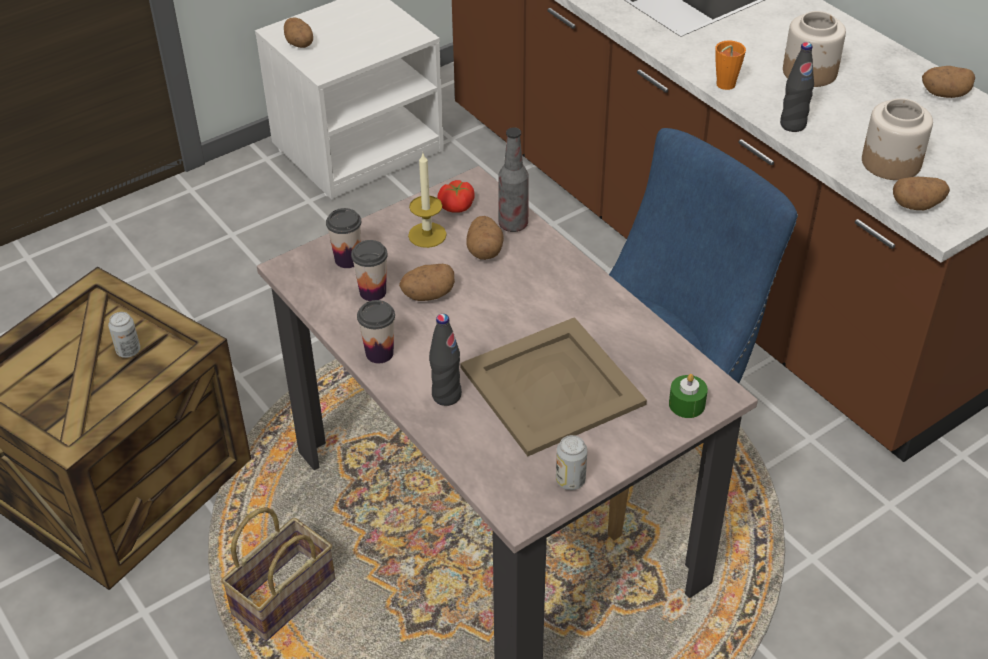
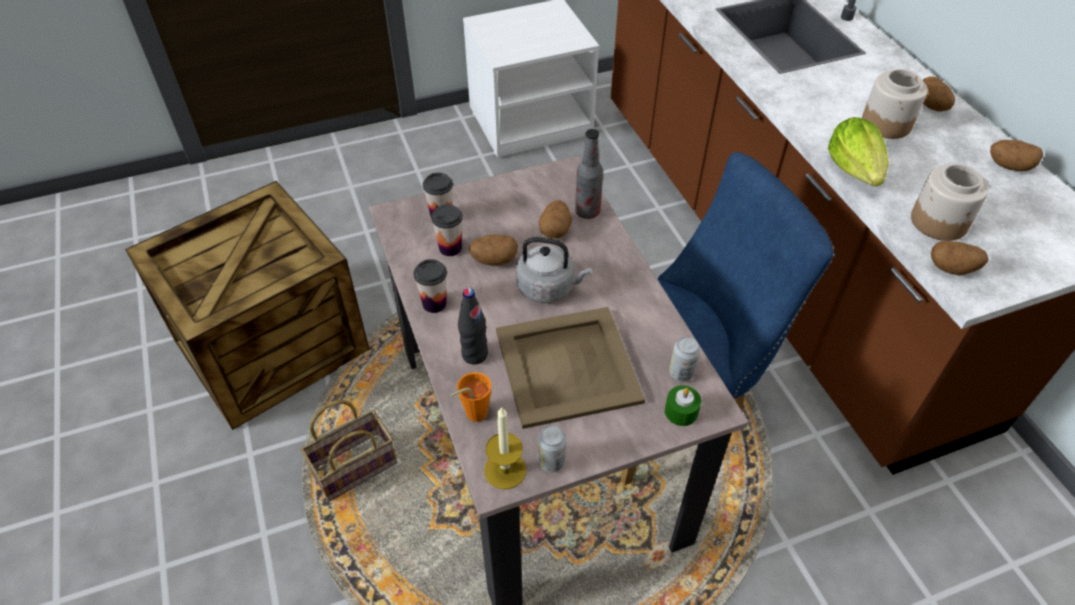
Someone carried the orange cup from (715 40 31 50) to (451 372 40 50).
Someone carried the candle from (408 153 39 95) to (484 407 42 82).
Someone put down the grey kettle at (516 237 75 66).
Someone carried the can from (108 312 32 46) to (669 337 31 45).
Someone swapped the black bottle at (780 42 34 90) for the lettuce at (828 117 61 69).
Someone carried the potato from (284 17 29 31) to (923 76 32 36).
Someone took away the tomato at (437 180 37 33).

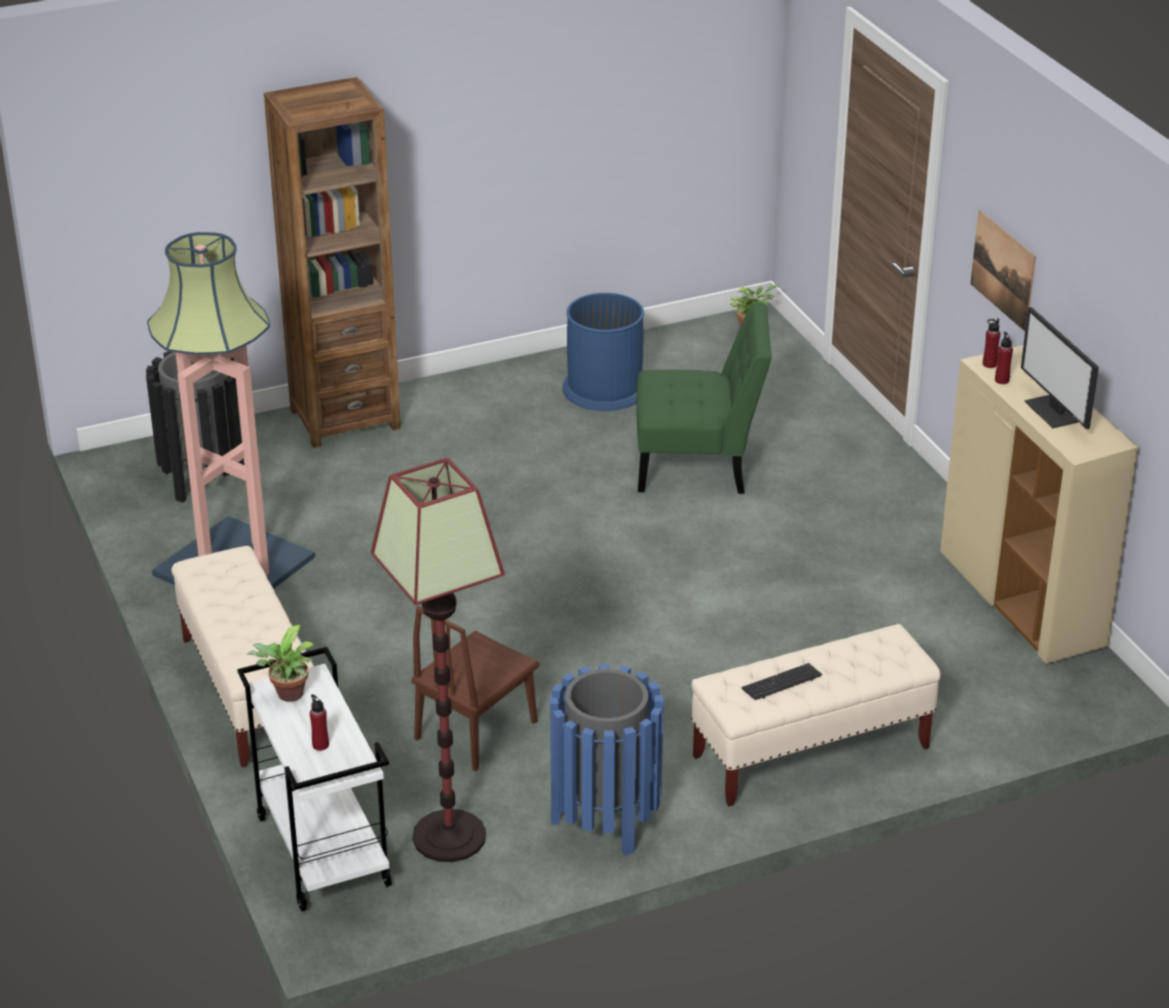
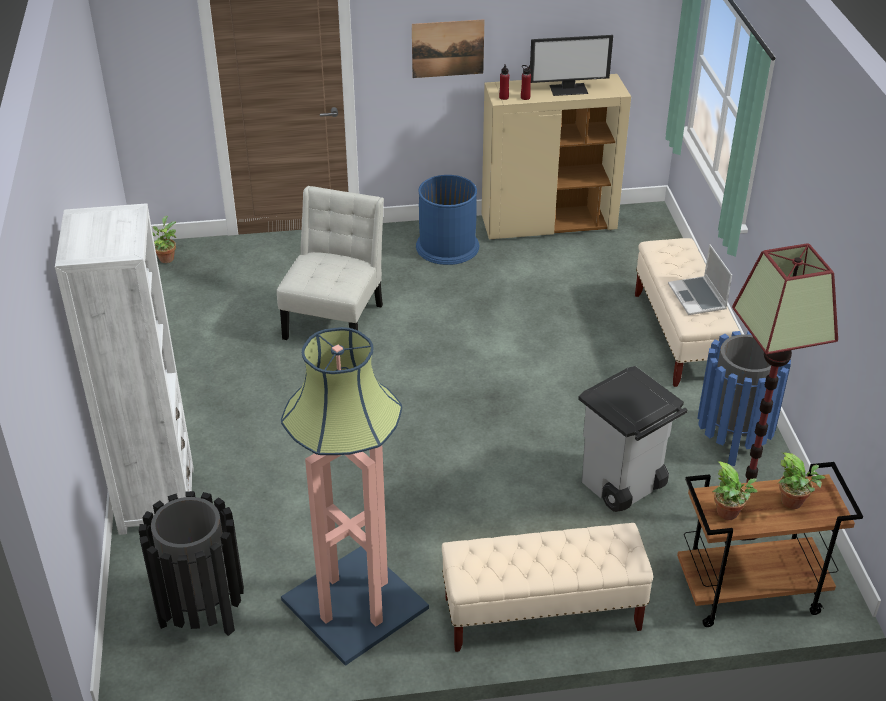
Someone repainted the brown bookcase at (264 77 137 371), which became the white bookcase at (55 203 138 332).
Someone repainted the green chair at (637 303 135 191), which became the white chair at (277 186 107 154).
Someone carried the blue trash can from (562 293 82 118) to (416 175 63 90).
Someone swapped the brown chair at (411 606 128 166) for the grey trash can at (578 366 110 146).
Someone swapped the keyboard at (741 663 81 37) for the laptop at (668 244 64 71).
Someone repainted the white cart at (237 647 155 264), which became the brown cart at (677 462 186 165).
Someone swapped the red bottle at (310 694 19 57) for the potted plant at (778 452 47 57).

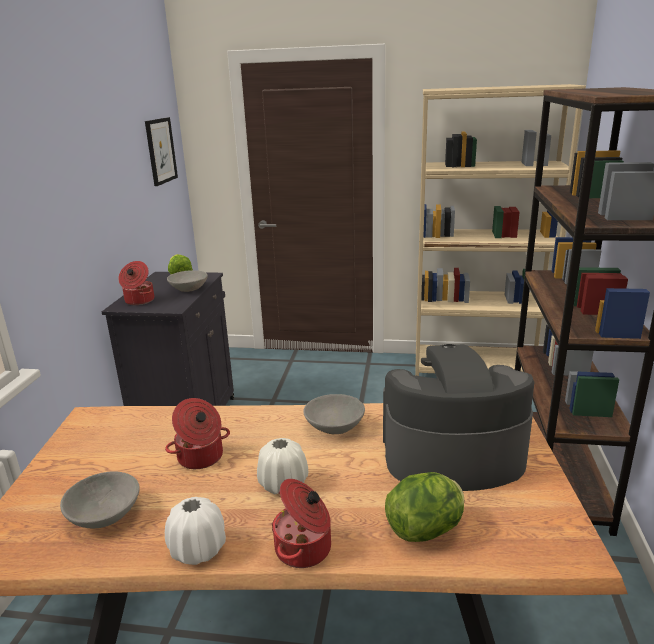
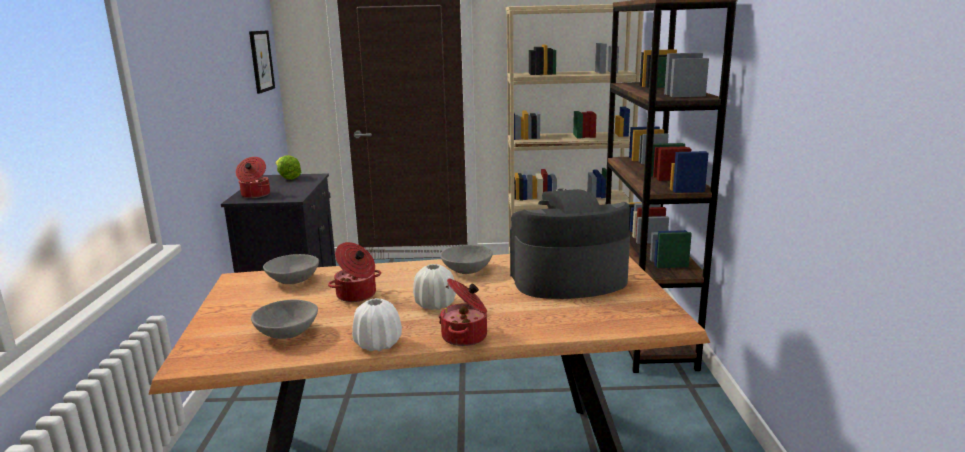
Someone carried the grey bowl from (167 270 41 22) to (263 254 56 30).
Someone took away the lettuce at (385 472 79 70).

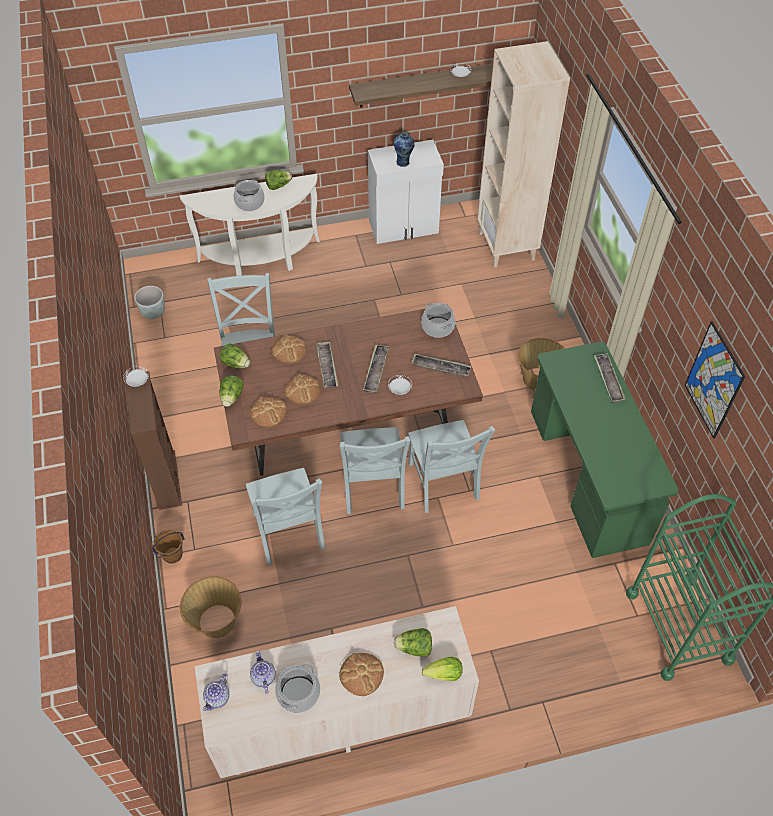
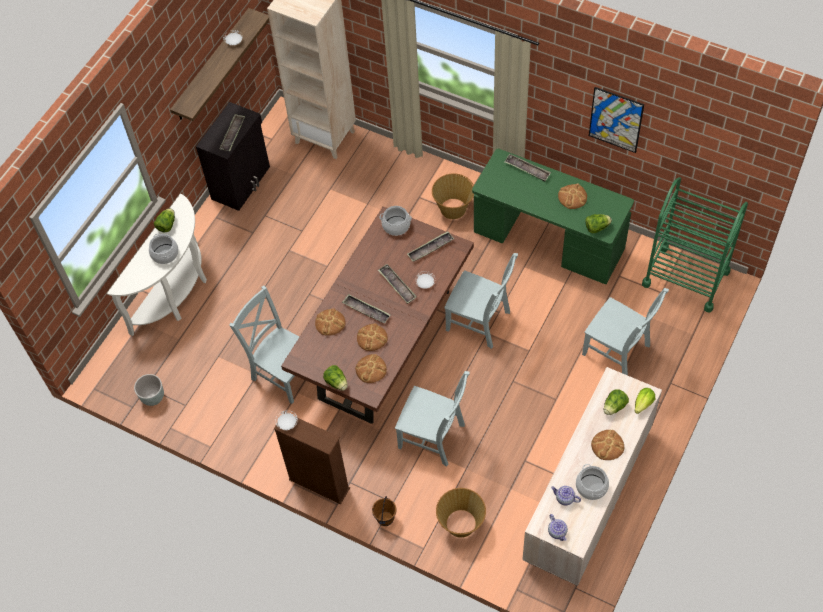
Someone repainted the white cabinet at (368 140 76 104), which became the black cabinet at (196 102 74 109).
Someone swapped the vase at (394 132 21 35) for the tray at (220 114 25 38).
Someone put down the bread at (558 183 29 26).
Someone carried the grey chair from (340 427 70 87) to (582 288 87 87).
Someone carried the lettuce from (220 343 30 25) to (585 214 27 19).

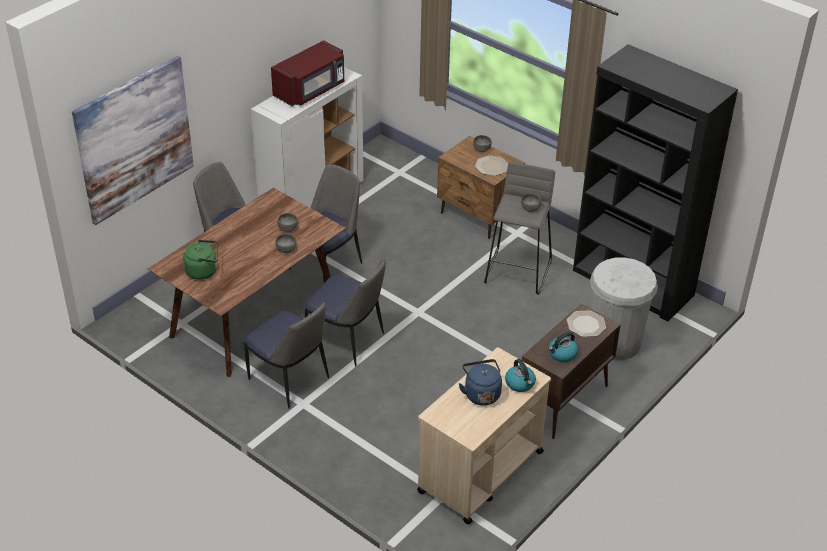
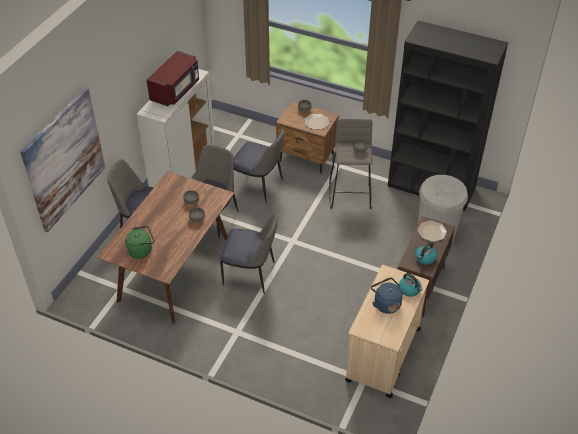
Someone carried the chair from (243 302 86 107) to (233 129 51 74).

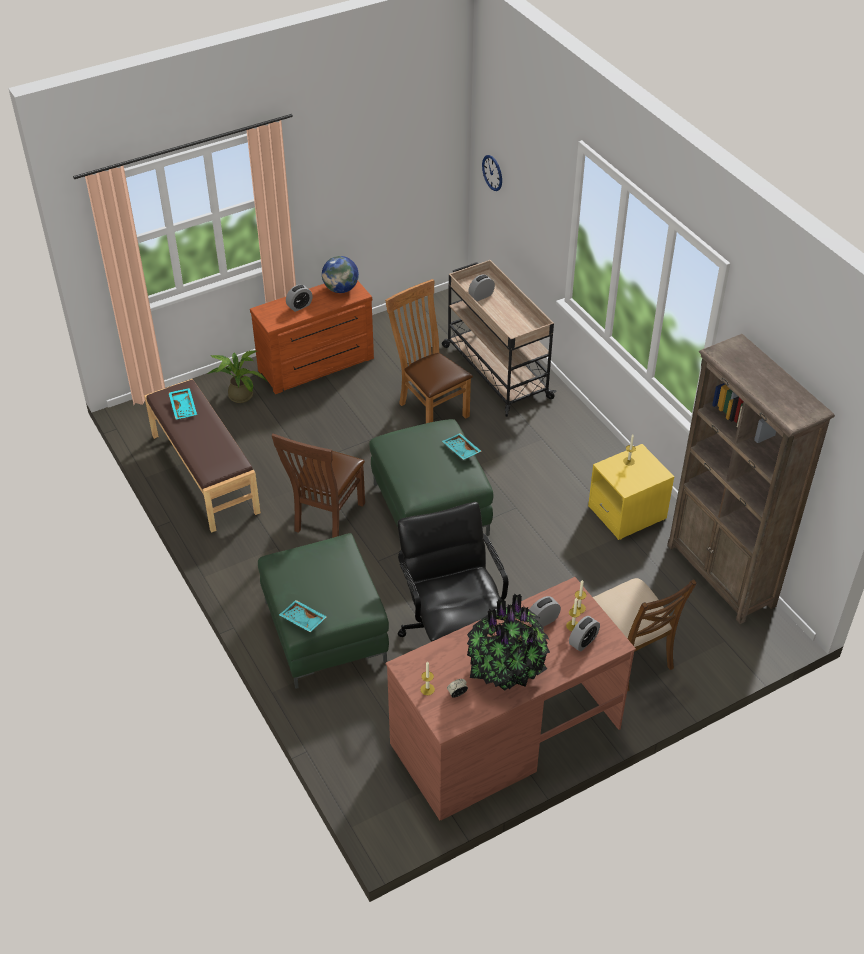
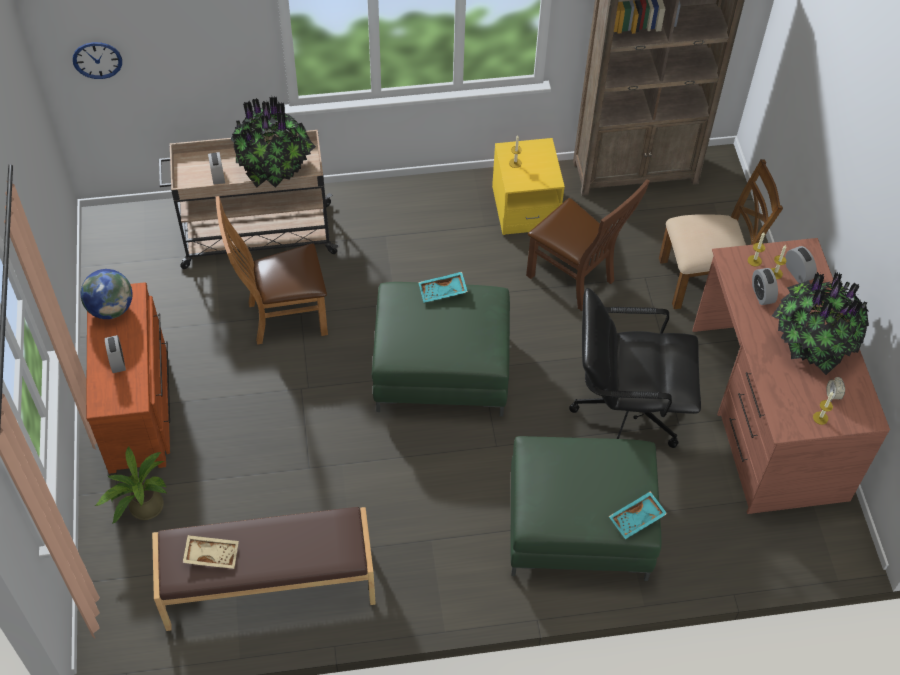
Someone repainted the turquoise tray at (169 388 28 31), which became the beige tray at (183 535 56 34).
Someone put down the potted plant at (231 96 85 92).
Someone carried the brown chair from (272 433 93 105) to (526 179 124 132).

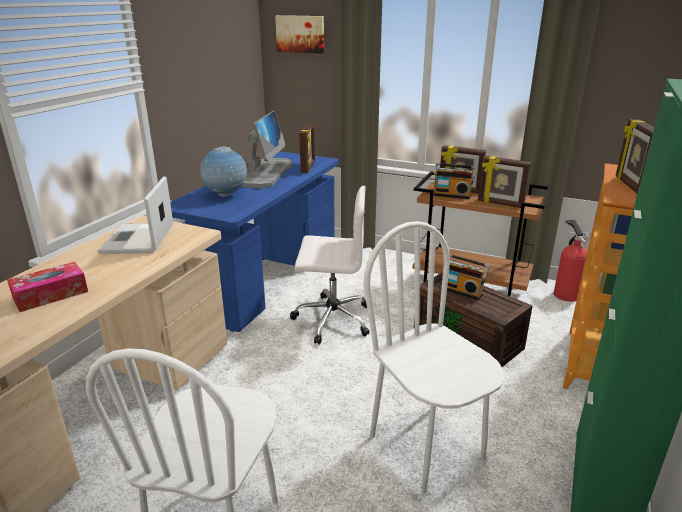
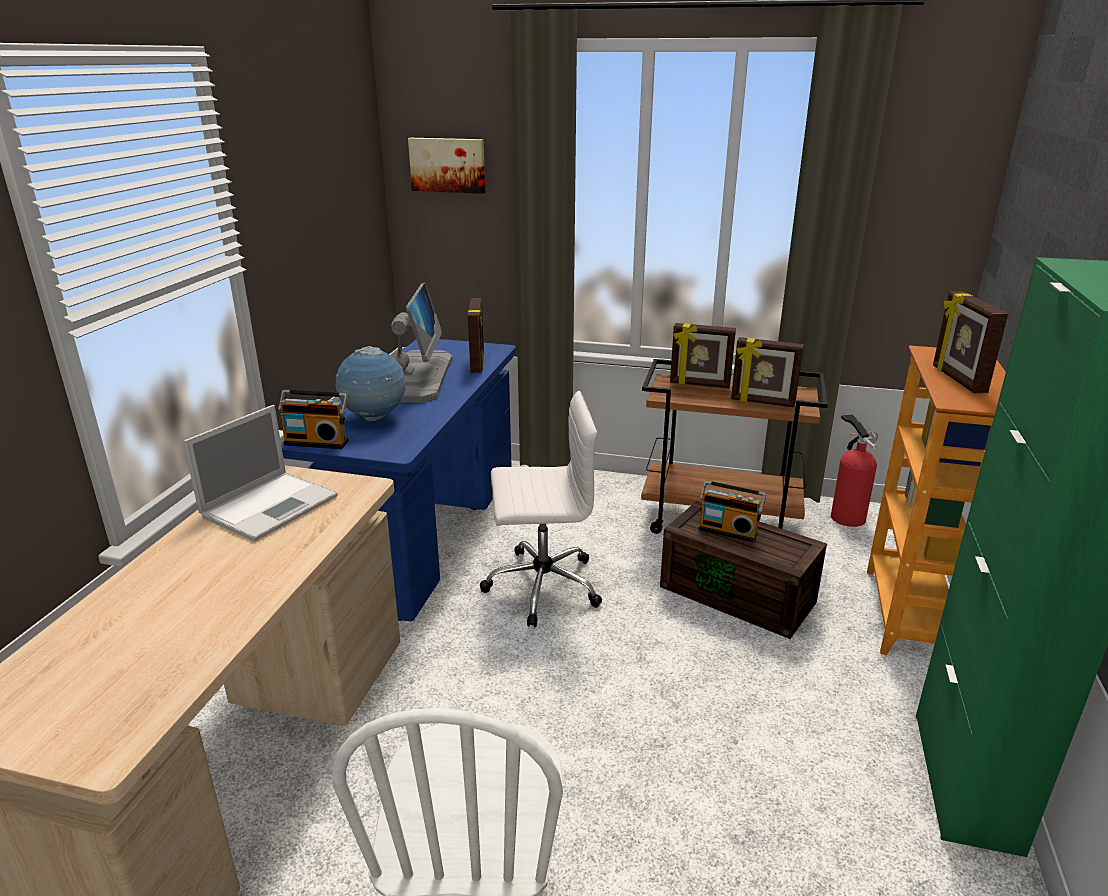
Someone rotated the laptop at (98 176 75 78) by 135 degrees counterclockwise.
Someone carried the radio from (434 163 42 36) to (278 390 70 59).
Someone took away the tissue box at (7 262 81 50).
Someone took away the white chair at (363 221 142 272).

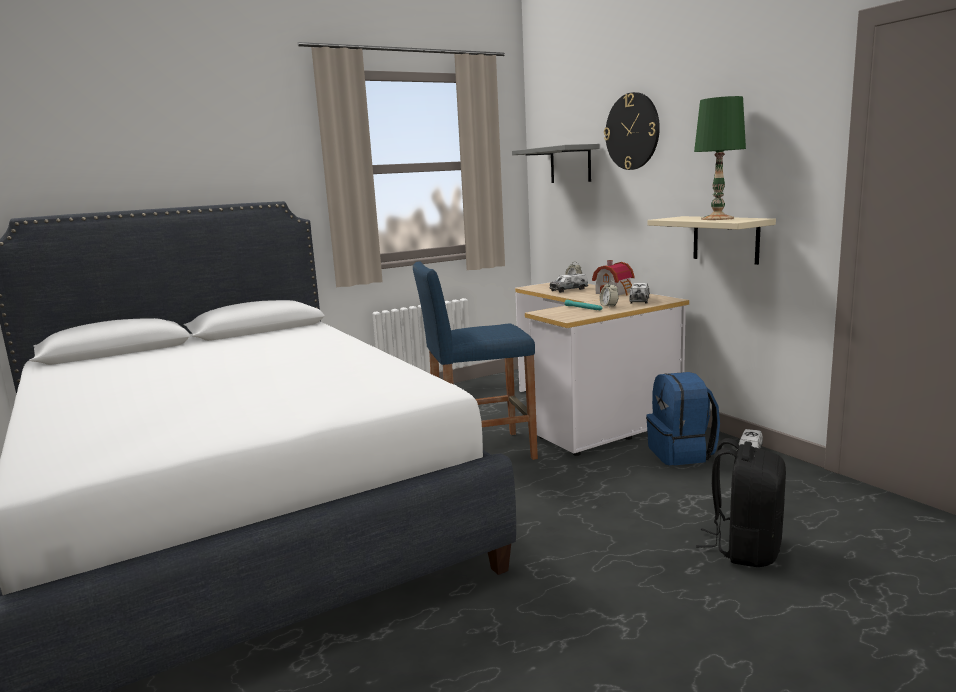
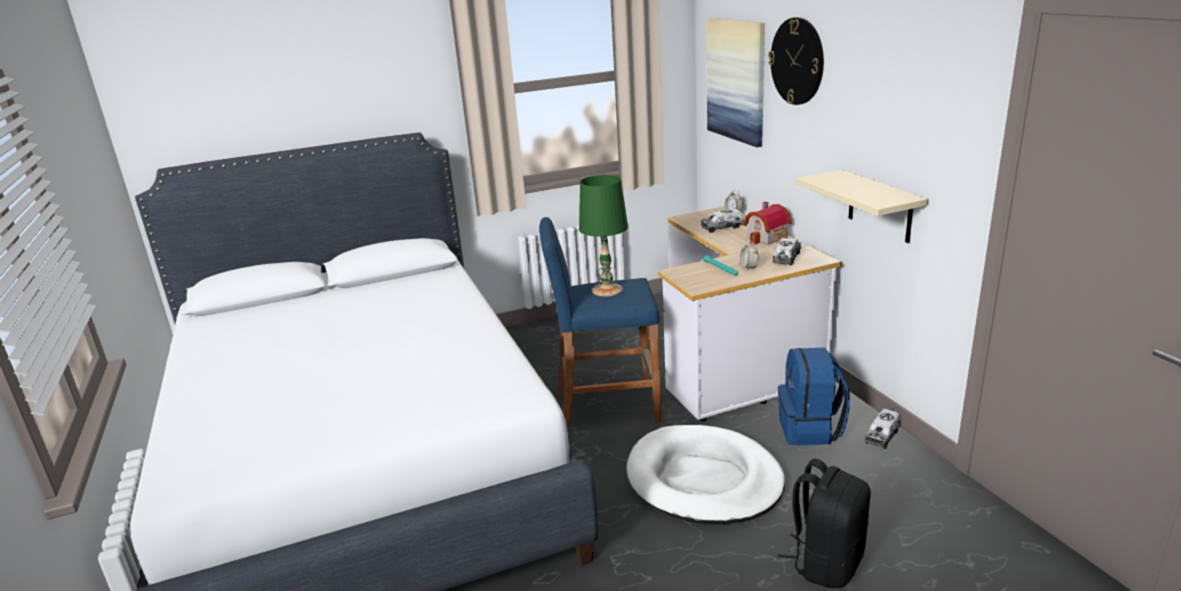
Someone carried the green table lamp from (694 96 52 124) to (579 175 49 122).
Someone put down the white dog bed at (626 425 159 100).
Someone swapped the grey shelf at (512 144 87 39) for the picture at (707 18 58 129).

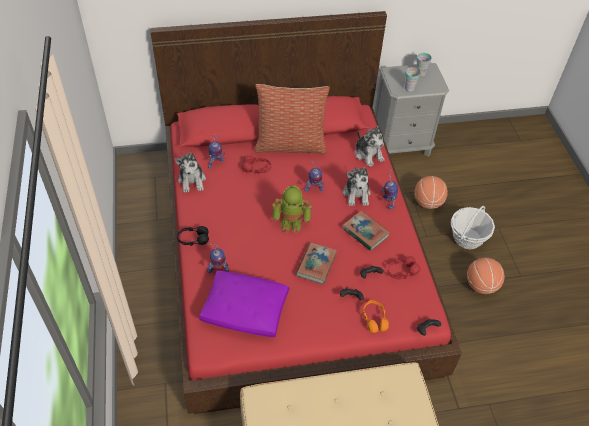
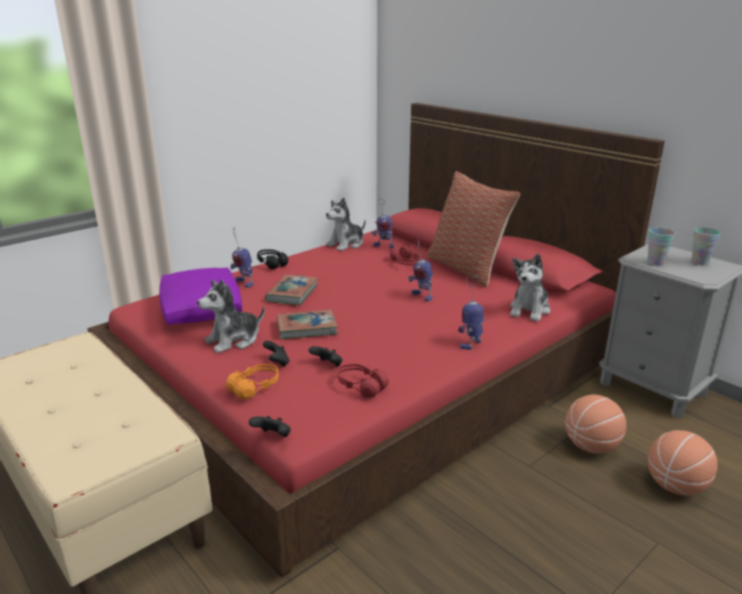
Someone carried the plush toy from (343 166 28 40) to (197 279 68 74).
Someone carried the book from (342 211 48 40) to (265 275 53 30).
Someone carried the basketball from (467 258 38 36) to (648 430 70 66).
Someone took away the toy robot at (272 185 40 48).
Someone took away the basket at (451 206 44 43).

